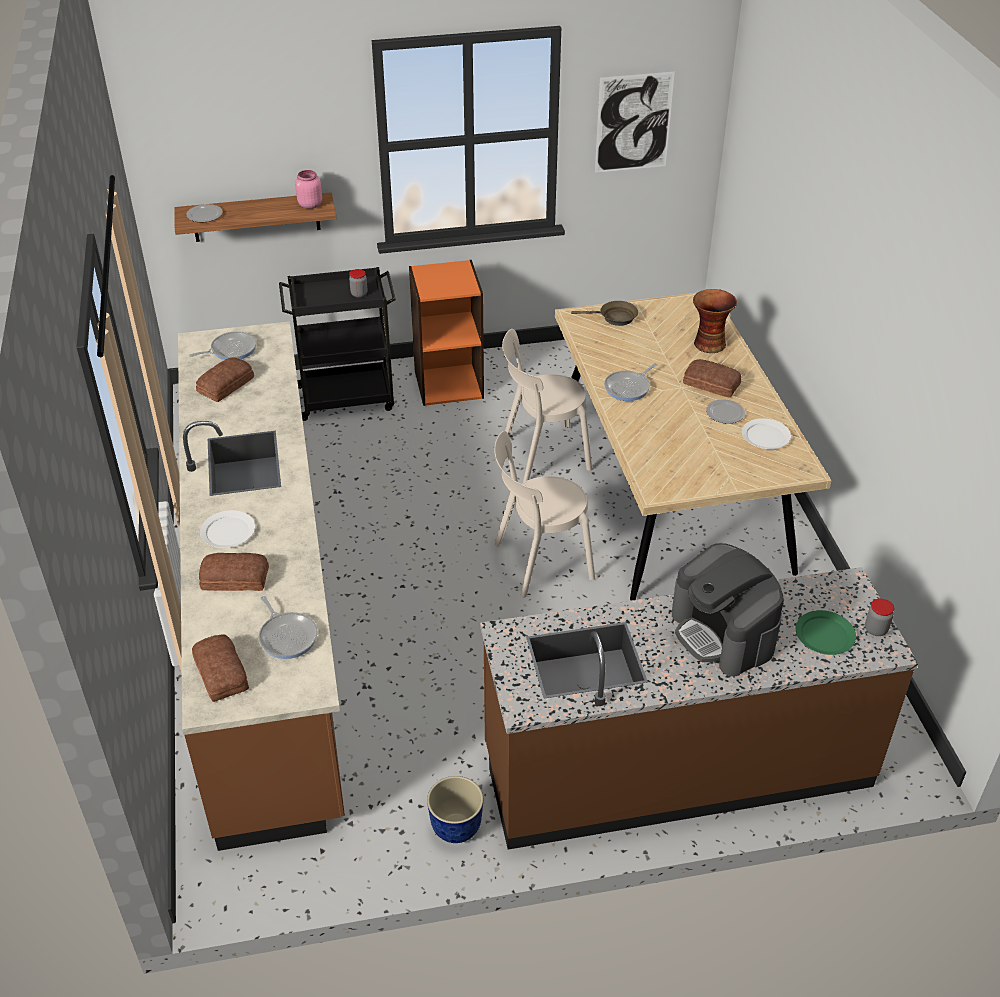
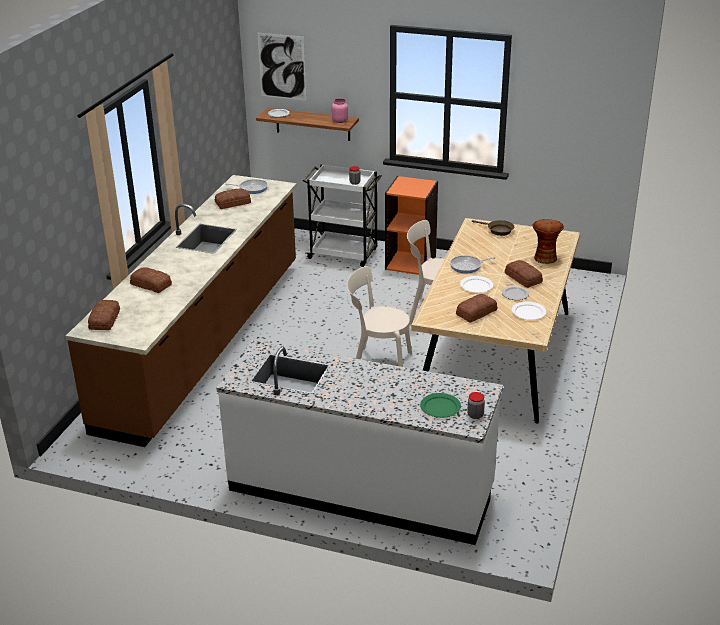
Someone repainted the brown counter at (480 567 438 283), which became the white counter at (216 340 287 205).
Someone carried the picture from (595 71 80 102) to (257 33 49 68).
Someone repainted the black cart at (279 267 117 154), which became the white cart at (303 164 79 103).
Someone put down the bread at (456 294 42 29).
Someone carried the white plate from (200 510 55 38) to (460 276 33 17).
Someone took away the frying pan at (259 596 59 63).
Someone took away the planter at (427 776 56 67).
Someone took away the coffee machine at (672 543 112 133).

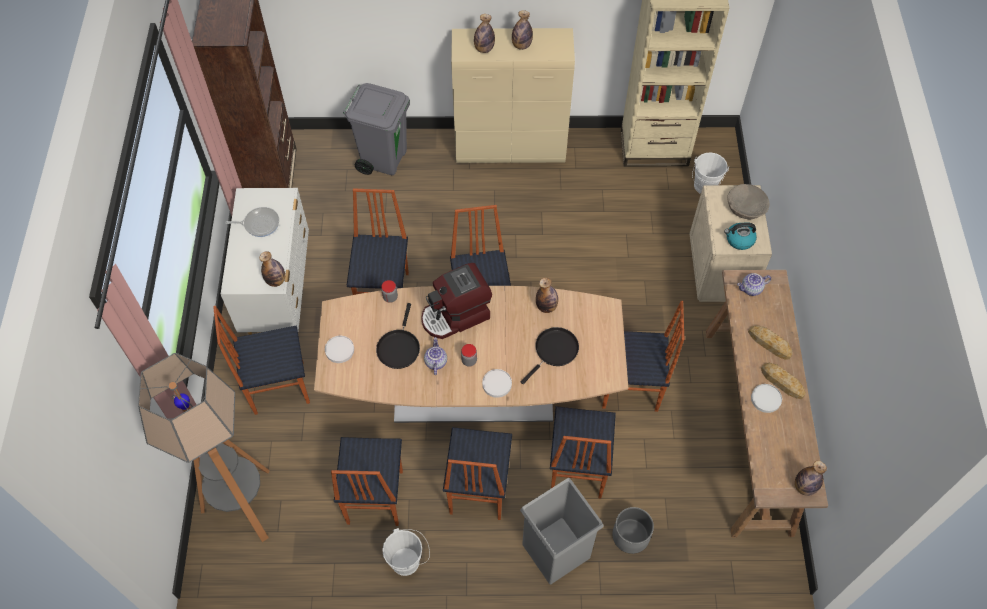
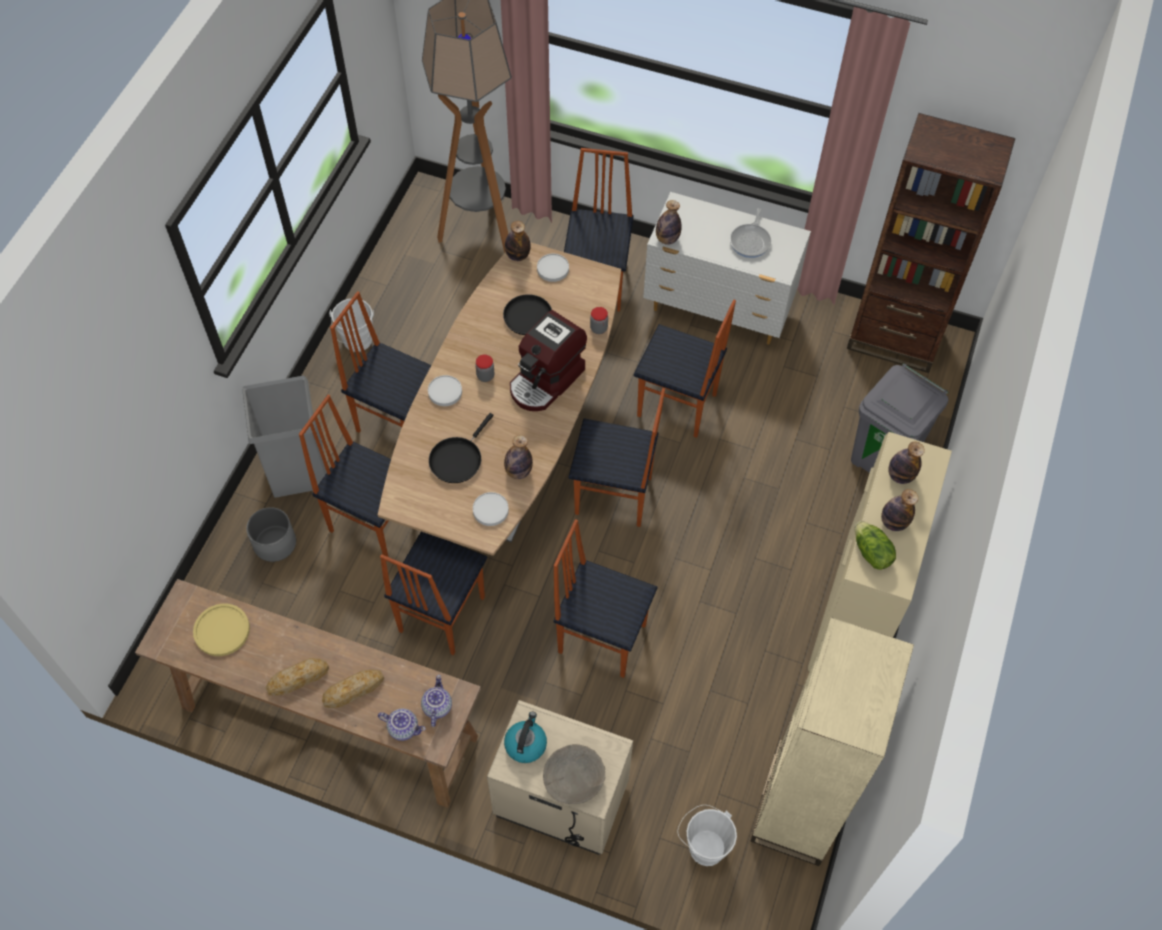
Someone put down the yellow plate at (193 604 57 52).
Someone carried the teapot from (424 337 23 38) to (378 709 48 32).
Someone rotated the black frying pan at (521 327 58 57) by 60 degrees clockwise.
Someone carried the white plate from (751 384 31 29) to (473 492 36 34).
Someone carried the bottle from (795 461 32 35) to (505 221 26 40).
Someone rotated the coffee machine at (421 263 71 76) by 135 degrees counterclockwise.
Someone carried the chair from (331 437 72 89) to (553 519 104 159).
Someone put down the lettuce at (855 521 41 49).

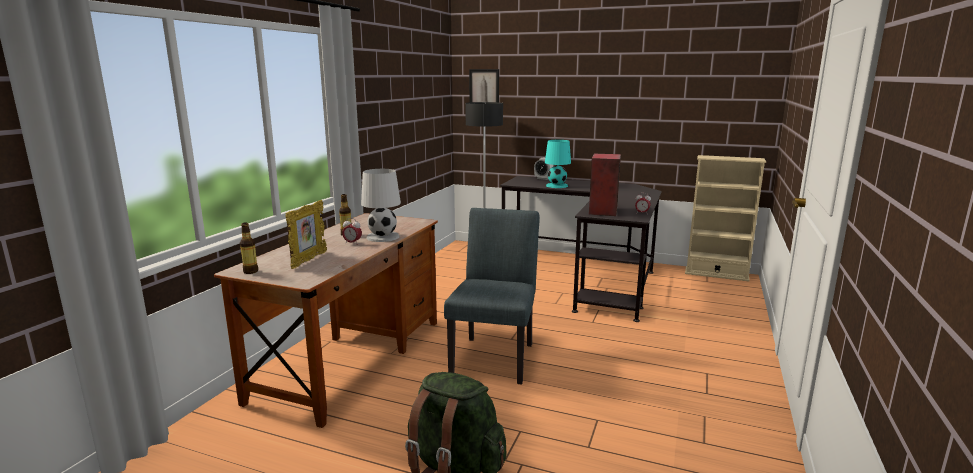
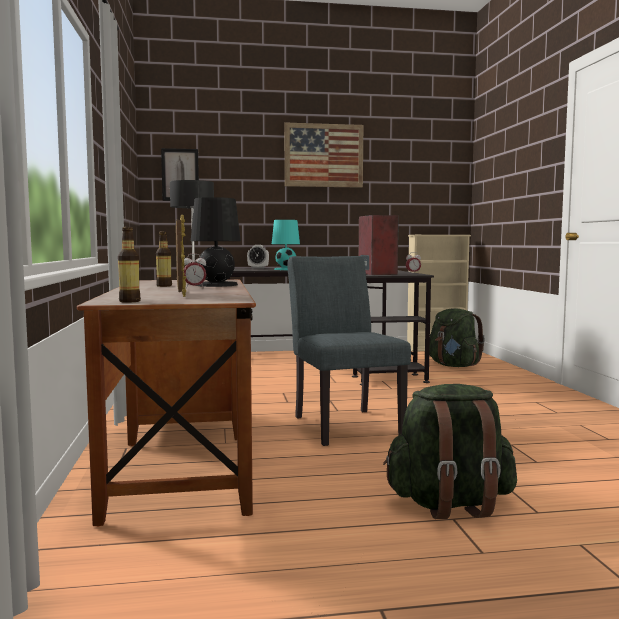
Someone repainted the white table lamp at (361 169 40 73), which became the black table lamp at (191 197 50 90).
Someone put up the picture at (285 122 78 66).
Someone put down the green backpack at (429 308 56 59).

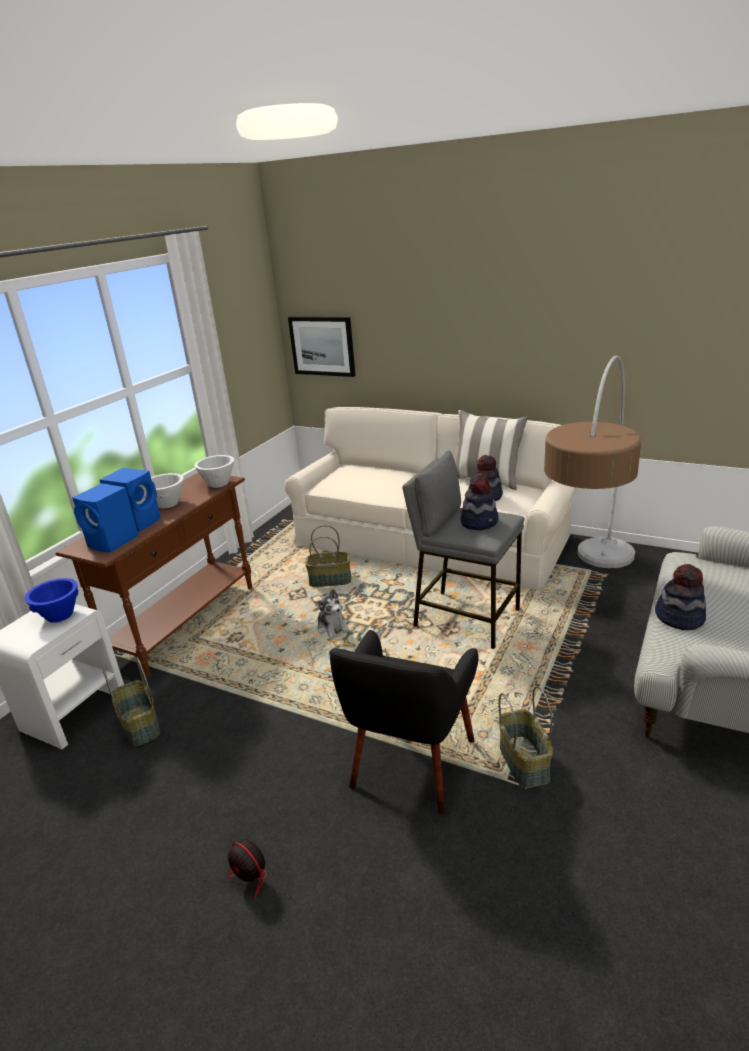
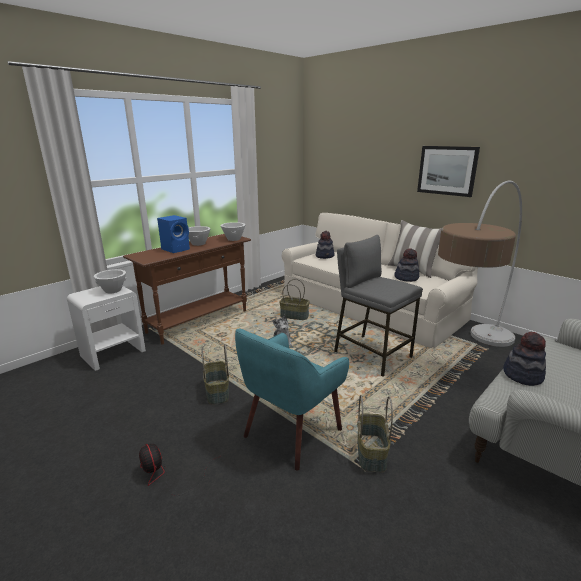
Someone repainted the blue bowl at (25 578 54 45), which became the white bowl at (94 269 32 24).
Someone carried the basket from (103 658 57 88) to (201 344 28 61).
Someone repainted the black armchair at (330 630 148 184), which became the turquoise armchair at (235 329 114 142).
Someone carried the hat from (460 473 39 57) to (316 231 19 28).
Someone carried the picture from (288 317 68 60) to (417 146 63 51).
Someone took away the blue speaker at (72 483 66 70).

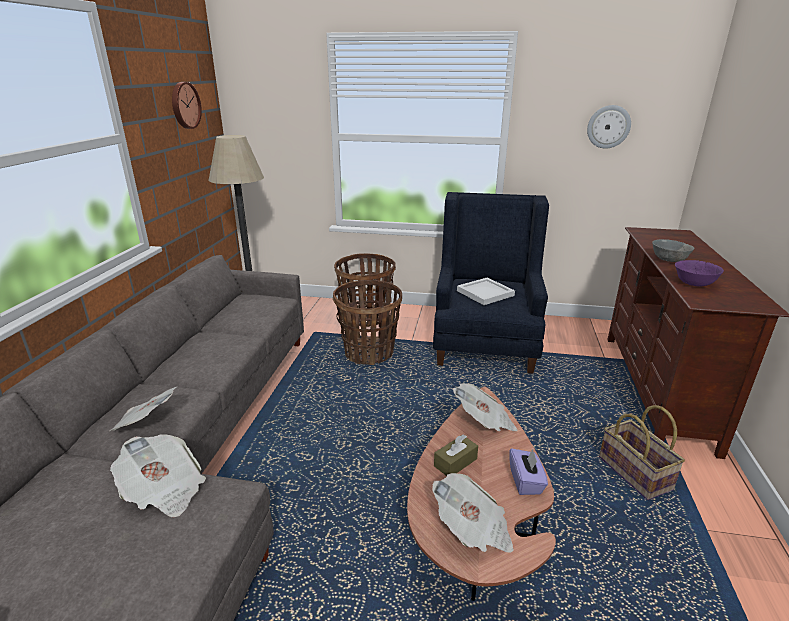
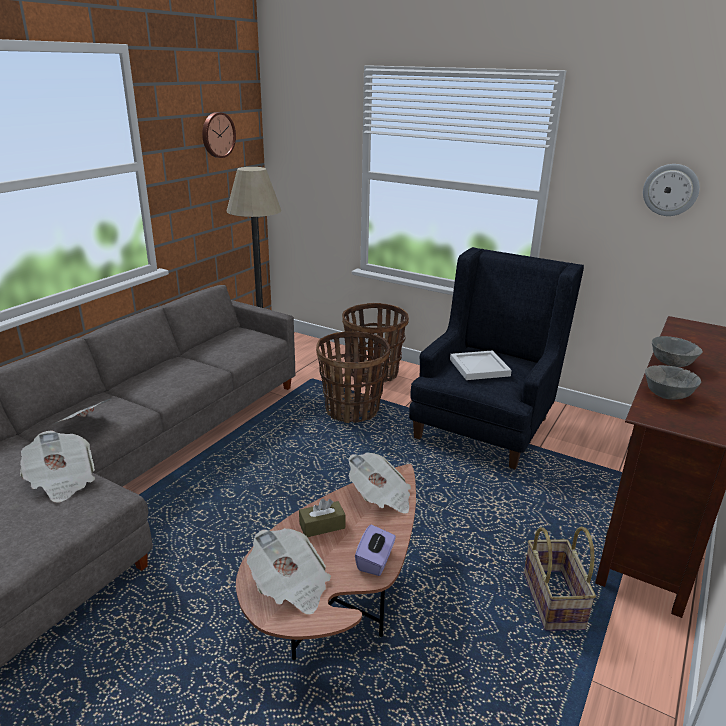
Someone repainted the purple bowl at (675 260 49 26), which became the grey bowl at (645 365 56 35).

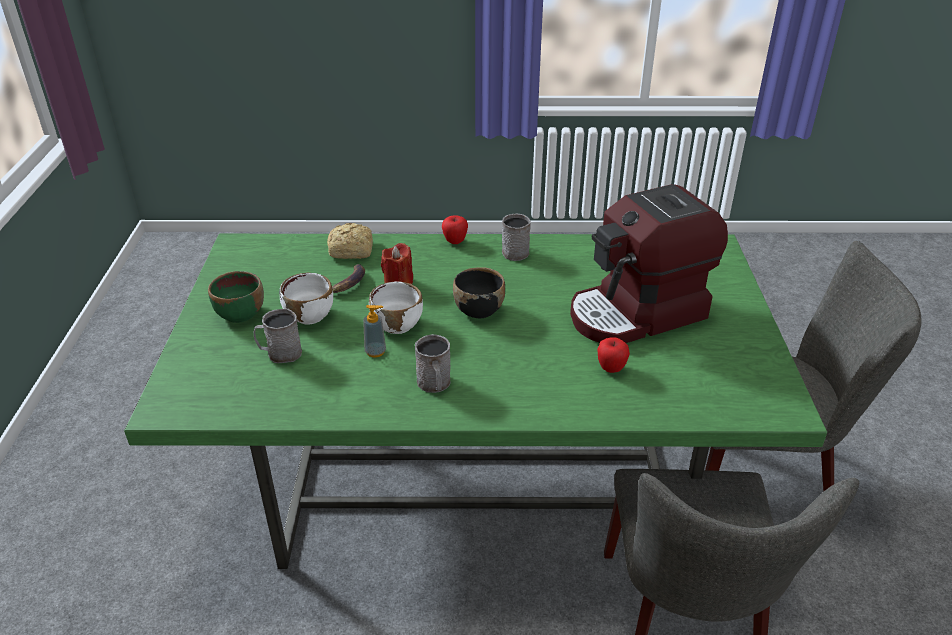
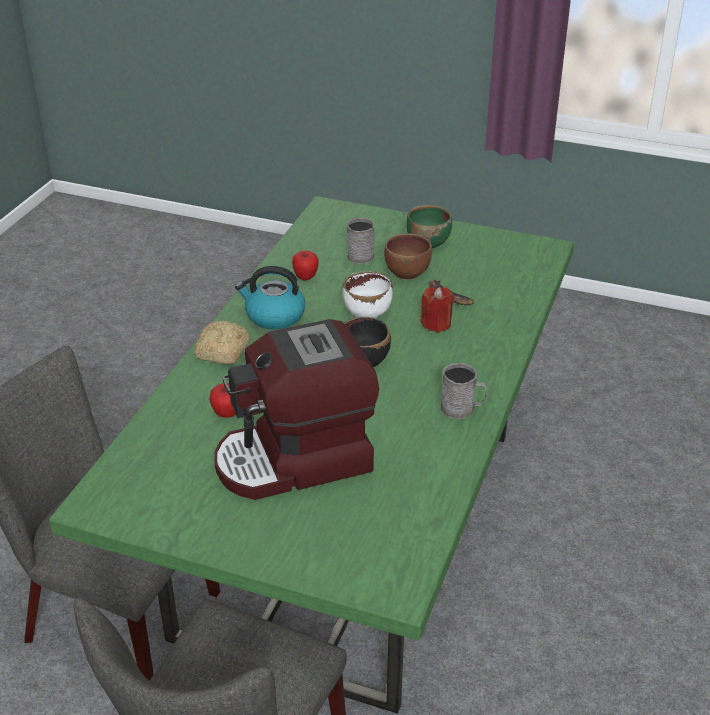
Someone carried the bread from (327 223 46 36) to (195 321 55 43).
Someone rotated the coffee machine at (570 184 158 159) by 105 degrees counterclockwise.
Someone swapped the grey mug at (415 334 36 59) for the kettle at (235 266 70 64).
Someone carried the apple from (442 215 26 29) to (292 250 27 30).
Someone repainted the white bowl at (279 273 54 52), which became the brown bowl at (384 233 48 46).
Someone took away the soap dispenser at (363 305 23 53).

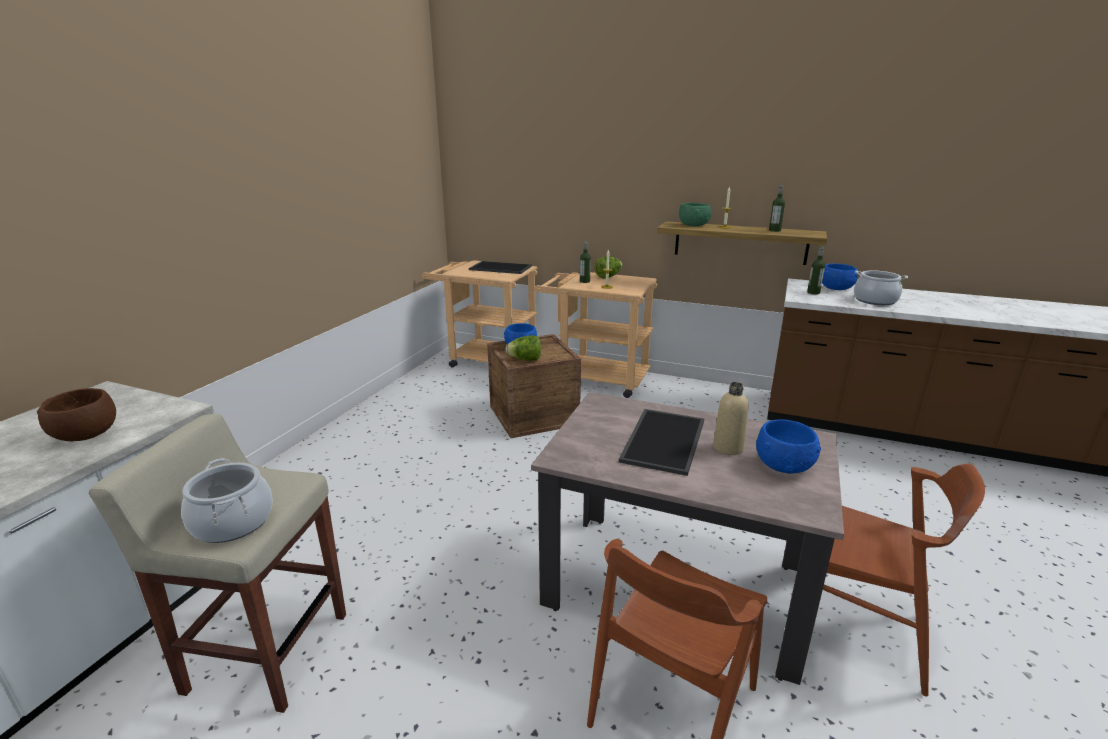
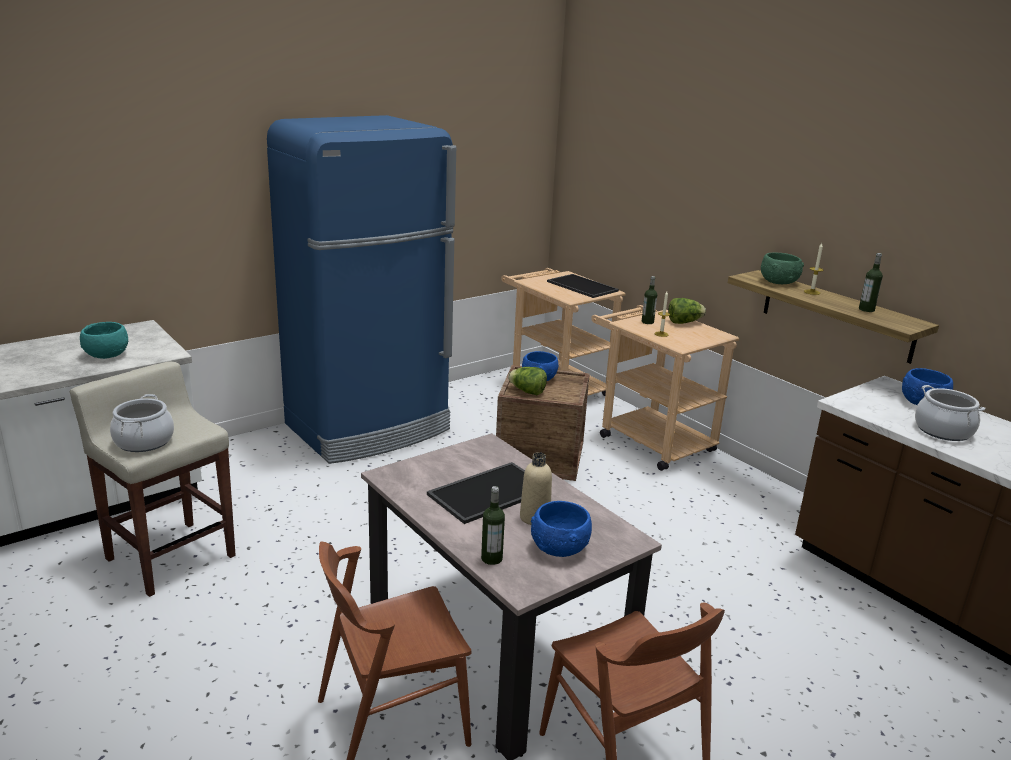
Someone repainted the brown bowl at (37 388 79 53), which became the turquoise bowl at (80 322 48 37).
Someone put down the blue fridge at (267 115 189 349).
Someone carried the bottle from (807 247 18 48) to (481 486 24 79).

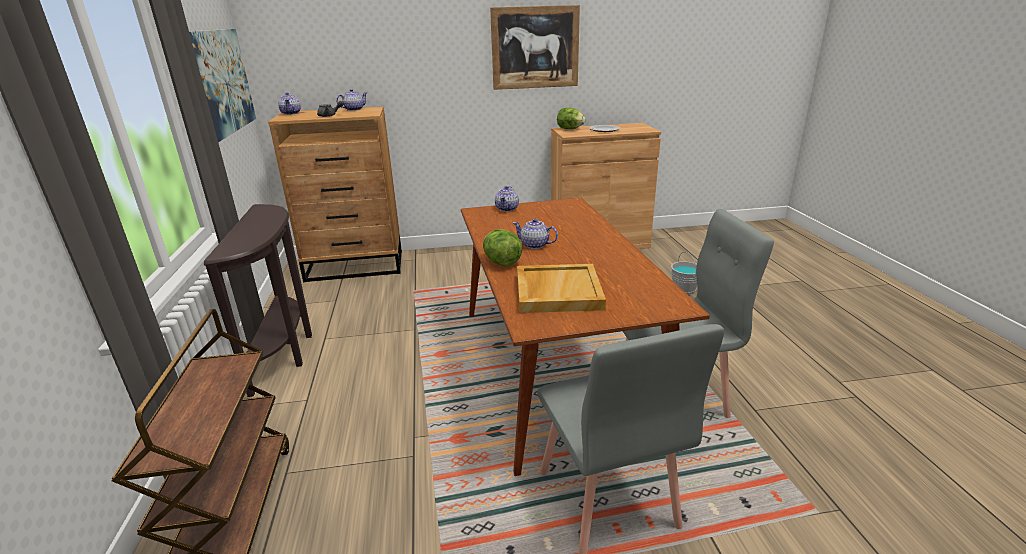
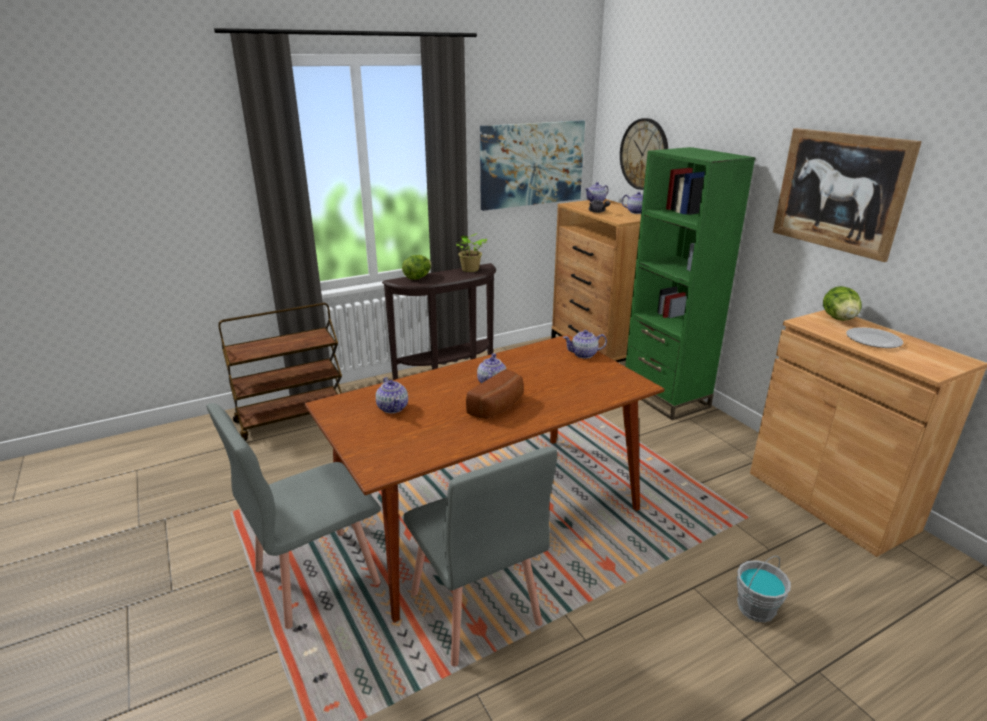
Someone swapped the beige tray at (517 264 89 49) for the teapot at (376 377 32 36).
Someone carried the lettuce from (483 229 39 37) to (402 255 29 24).
Someone put down the potted plant at (456 233 31 39).
Someone put down the bread at (466 369 58 50).
Someone put up the wall clock at (620 118 48 72).
Someone put down the green bookcase at (625 147 130 273).

